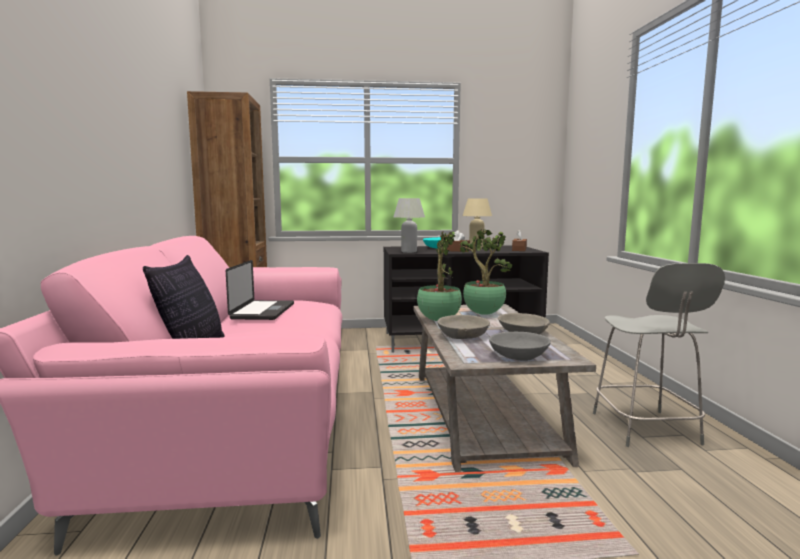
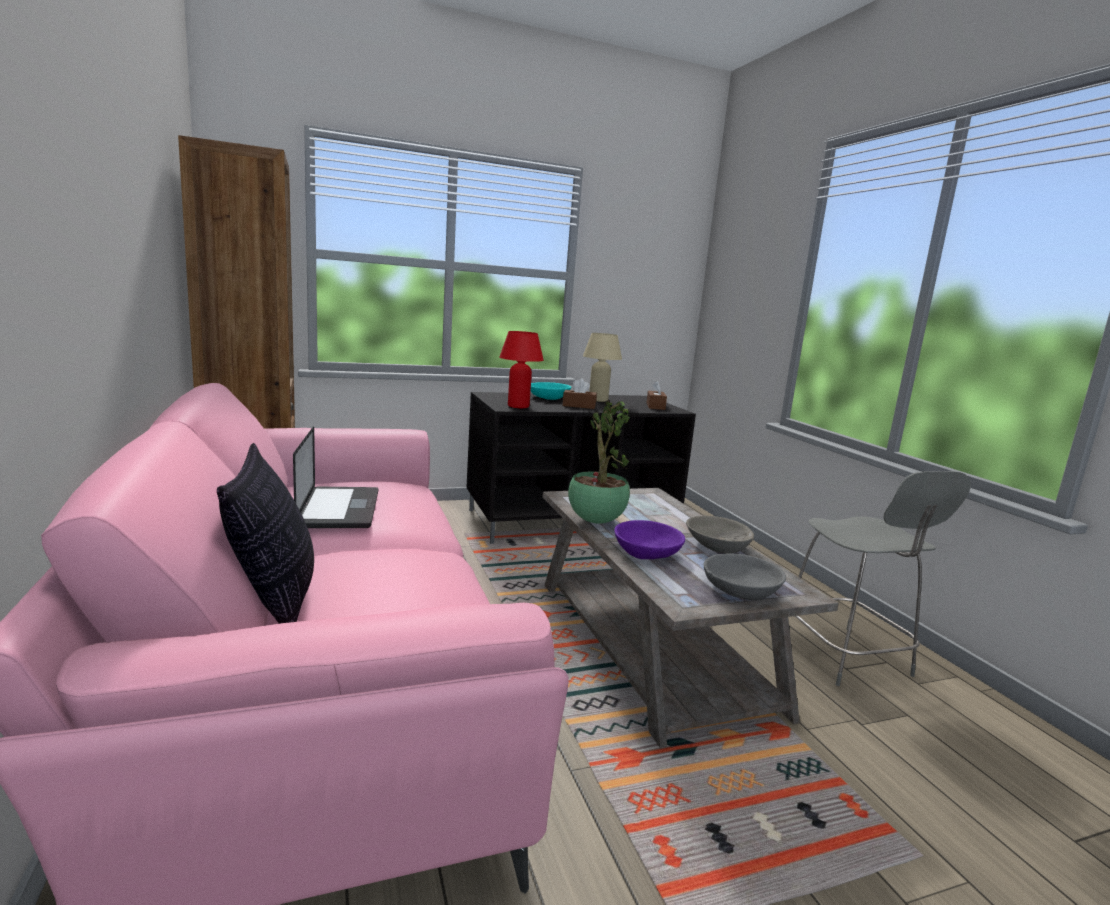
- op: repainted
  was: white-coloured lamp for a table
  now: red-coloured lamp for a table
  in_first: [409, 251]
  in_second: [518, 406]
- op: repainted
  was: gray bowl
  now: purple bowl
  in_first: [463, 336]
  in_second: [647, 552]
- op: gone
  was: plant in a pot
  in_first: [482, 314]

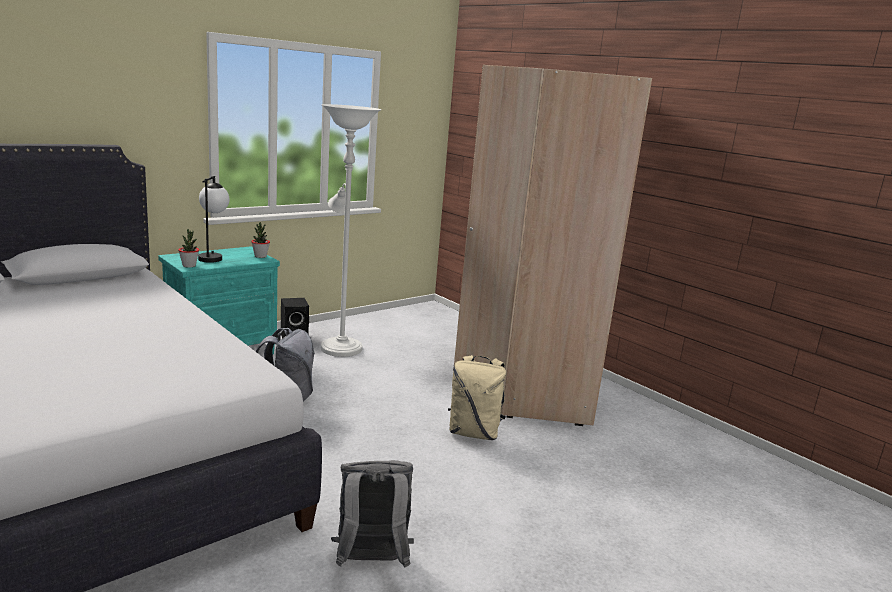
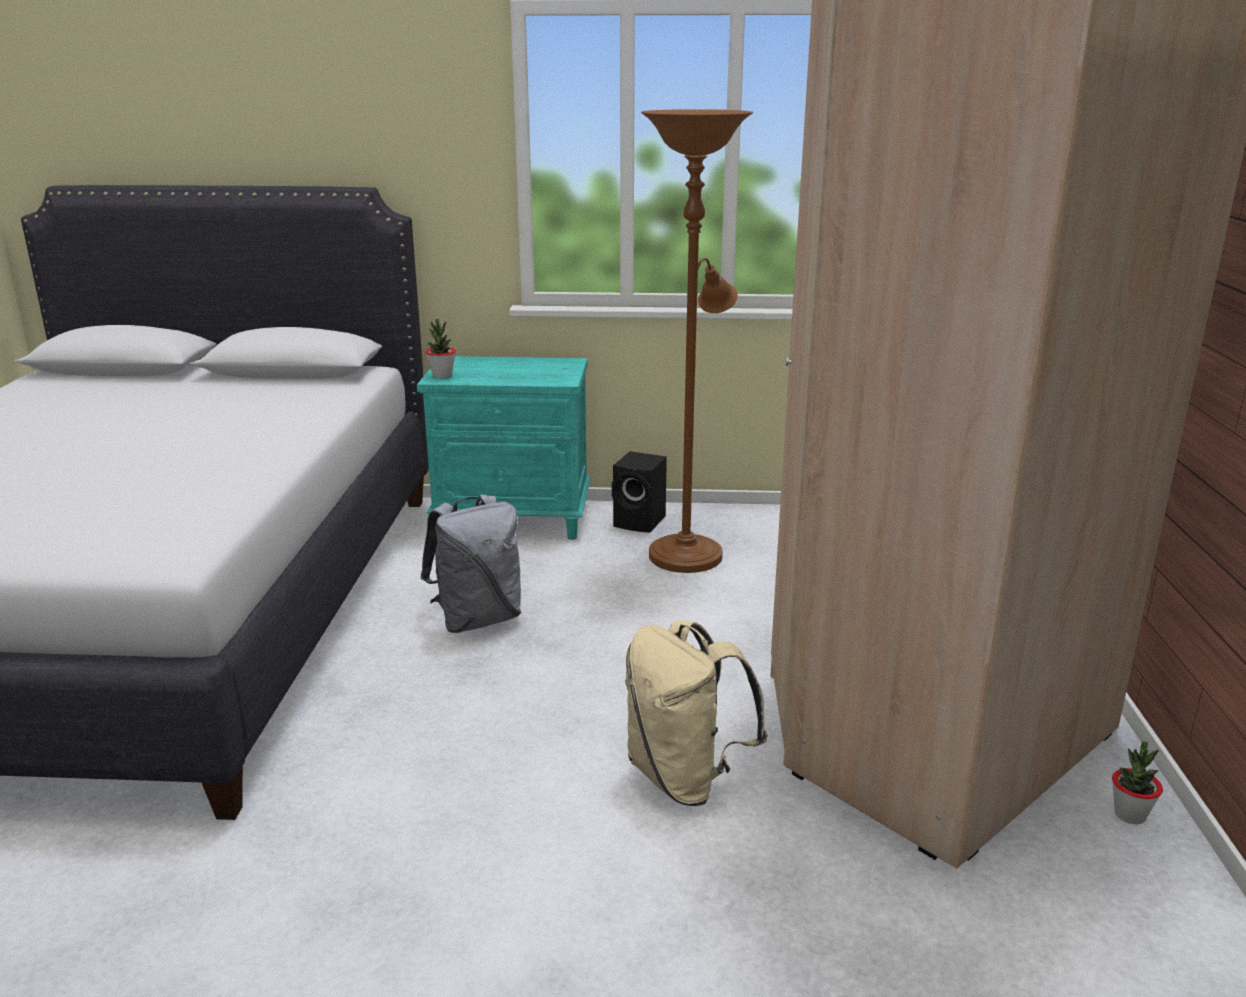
- op: repainted
  was: white-coloured standard lamp
  now: brown standard lamp
  in_first: [340, 346]
  in_second: [688, 552]
- op: shifted
  was: plant in a pot
  in_first: [260, 256]
  in_second: [1129, 815]
- op: gone
  was: lamp for a table
  in_first: [213, 257]
- op: gone
  was: gray backpack
  in_first: [371, 562]

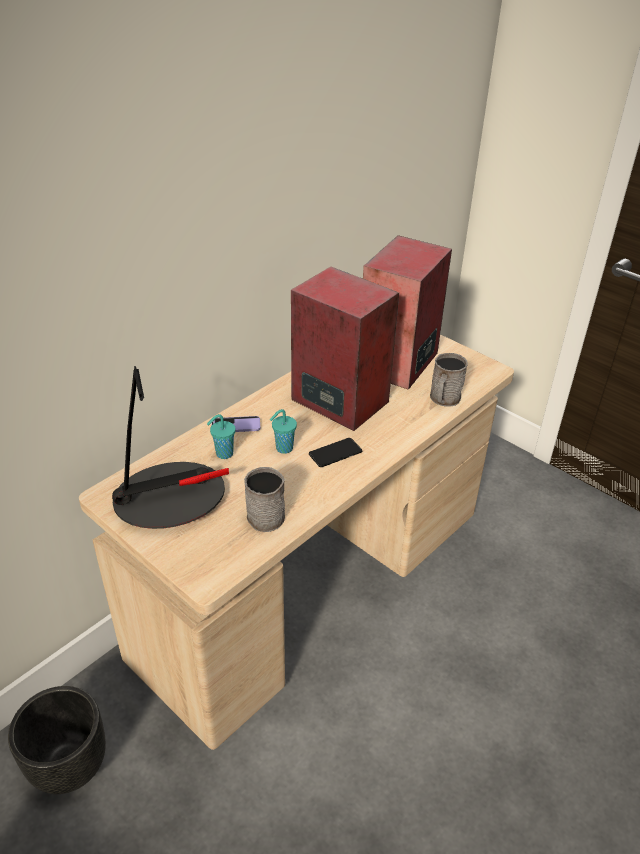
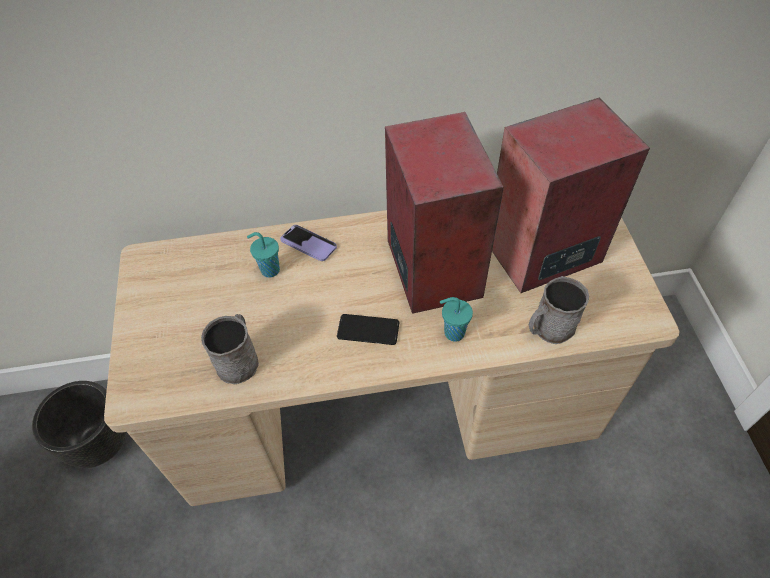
- op: shifted
  was: blue-green drinking cup
  in_first: [283, 448]
  in_second: [453, 333]
- op: gone
  was: lamp for a table
  in_first: [170, 498]

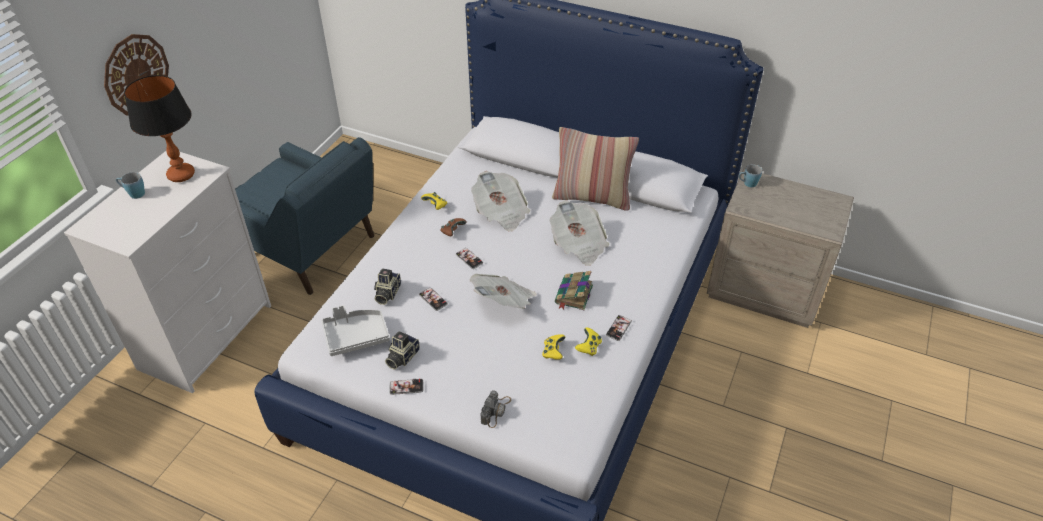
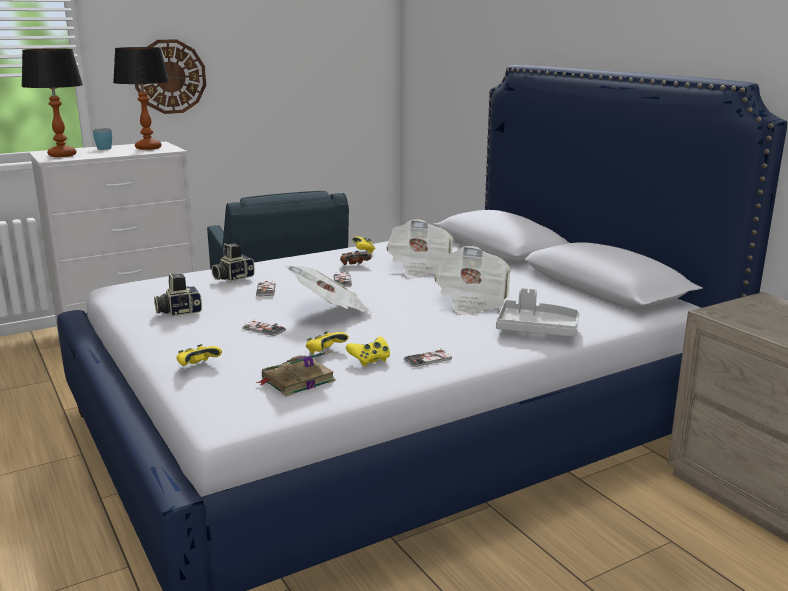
- op: new
  now: lamp for a table
  in_second: [62, 155]
- op: swapped
  was: photo camera
  now: yellow gamepad
  in_first: [496, 410]
  in_second: [198, 366]
- op: shifted
  was: phone
  in_first: [406, 387]
  in_second: [264, 329]
- op: shifted
  was: volume
  in_first: [573, 295]
  in_second: [296, 381]
- op: shifted
  was: gray serving tray
  in_first: [356, 336]
  in_second: [537, 329]
- op: gone
  was: pillow
  in_first: [592, 197]
- op: gone
  was: bluish tea mug
  in_first: [747, 184]

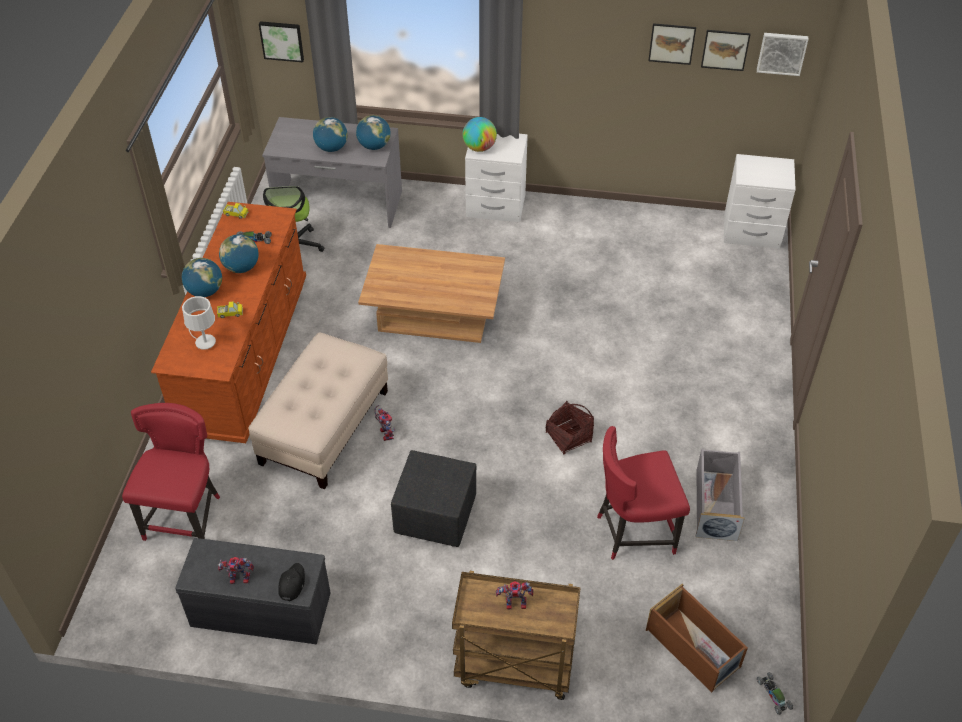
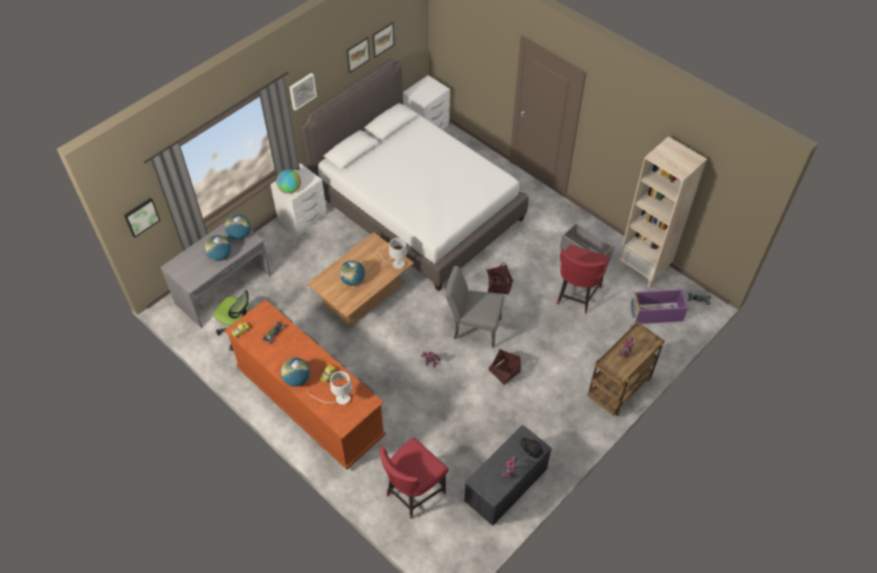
- op: shifted
  was: picture
  in_first: [782, 53]
  in_second: [302, 91]
- op: new
  now: white-coloured bedroom bed
  in_second: [418, 207]
- op: shifted
  was: globe
  in_first: [241, 268]
  in_second: [353, 280]
- op: new
  now: white-coloured lamp for a table
  in_second: [395, 263]
- op: rotated
  was: red-coloured upright chair
  in_first: [186, 517]
  in_second: [413, 493]
  clockwise: -90
- op: new
  now: gray upright chair
  in_second: [473, 328]
- op: swapped
  was: black footrest
  now: storage basket
  in_first: [435, 515]
  in_second: [504, 372]
- op: new
  now: sand-coloured bookcase
  in_second: [644, 268]
- op: repainted
  was: brown storage bin
  now: purple storage bin
  in_first: [693, 648]
  in_second: [656, 313]
- op: gone
  was: sand-coloured footrest
  in_first: [325, 427]

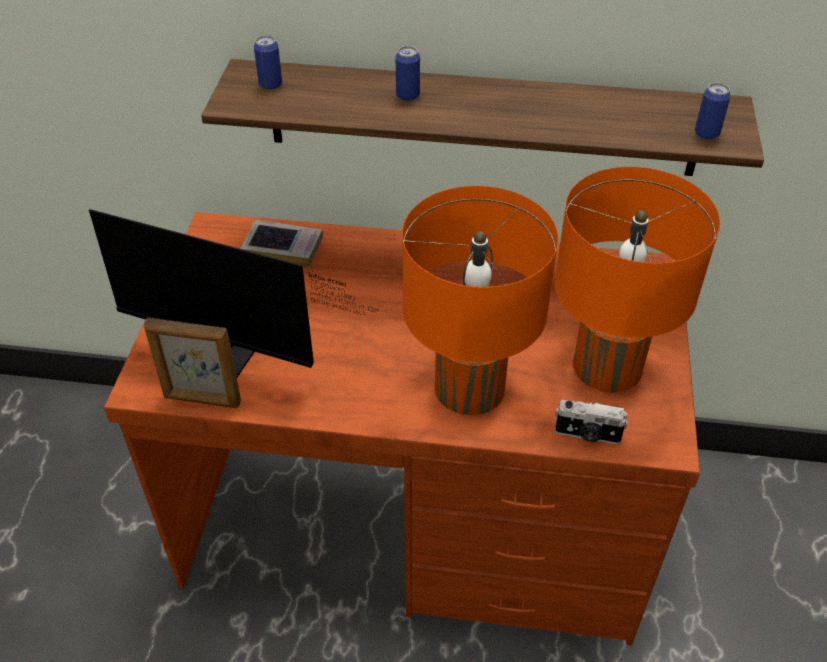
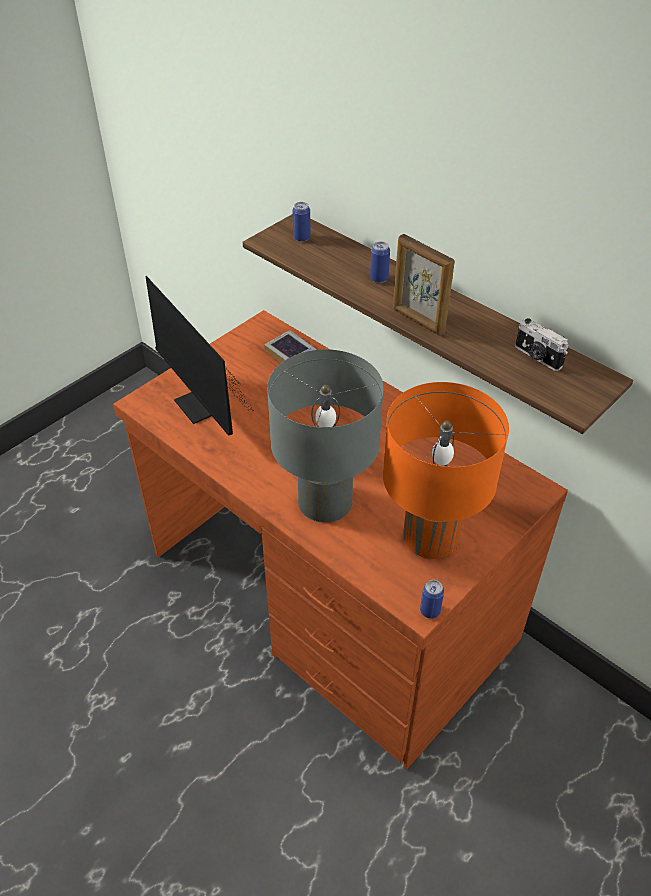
- op: repainted
  was: orange lamp for a table
  now: gray lamp for a table
  in_first: [469, 388]
  in_second: [325, 501]
- op: shifted
  was: photo frame
  in_first: [202, 400]
  in_second: [417, 321]
- op: shifted
  was: sealed can
  in_first: [706, 134]
  in_second: [430, 611]
- op: shifted
  was: photo camera
  in_first: [587, 435]
  in_second: [537, 357]

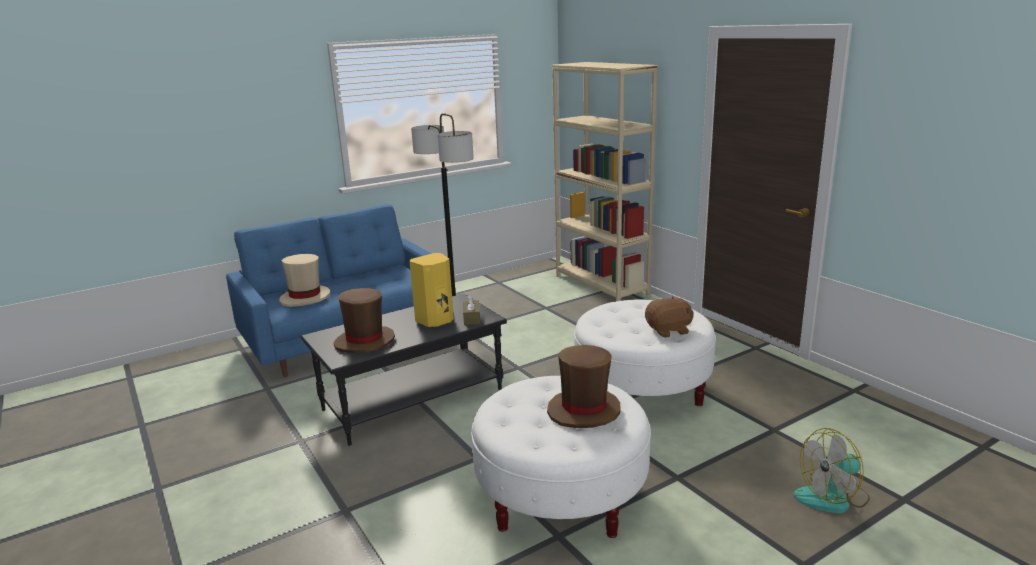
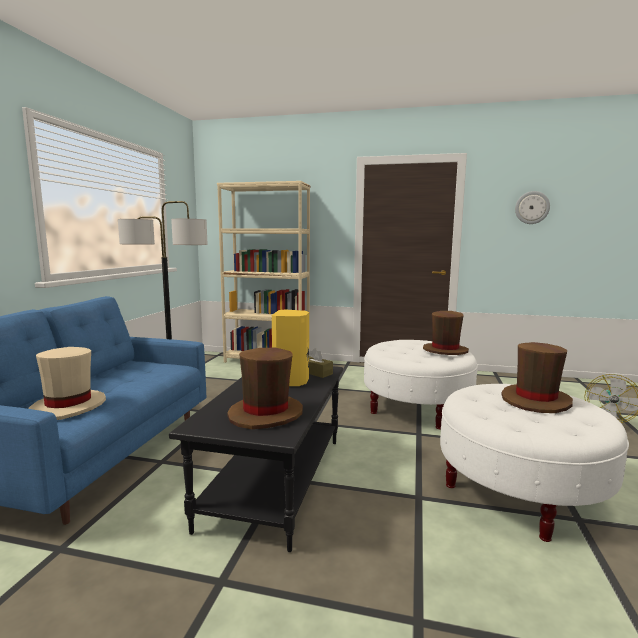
- op: swapped
  was: brown plush toy
  now: brown wearable hat
  in_first: [668, 330]
  in_second: [445, 351]
- op: new
  now: wall clock
  in_second: [532, 207]

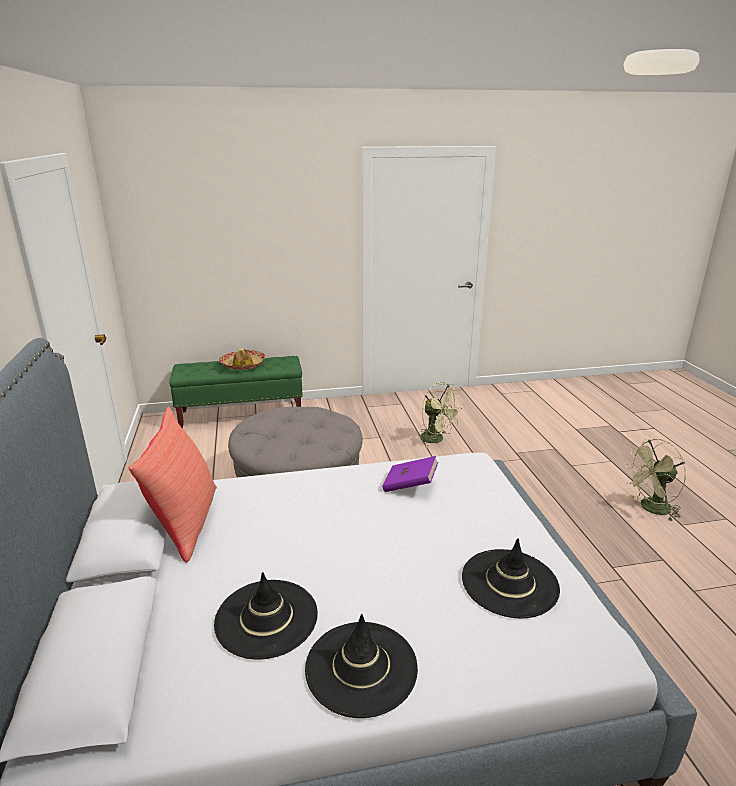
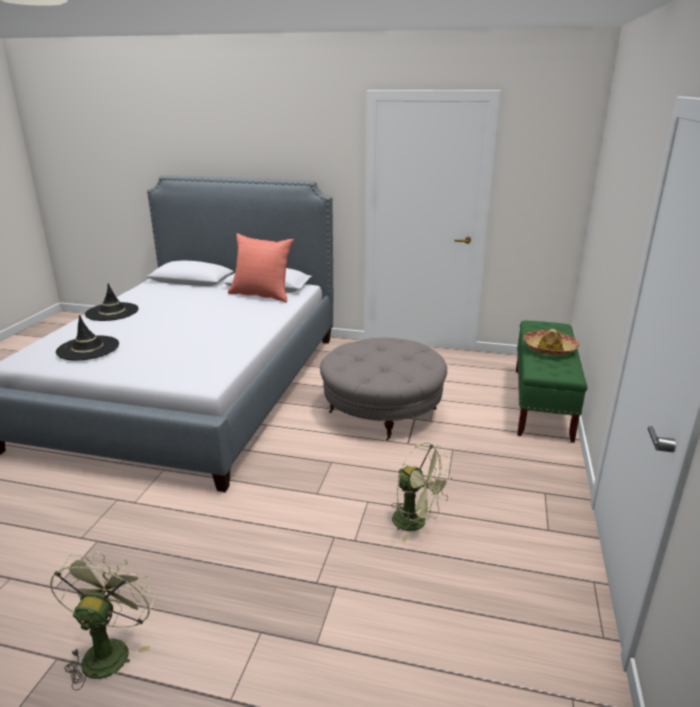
- op: rotated
  was: green fan
  in_first: [436, 439]
  in_second: [416, 523]
  clockwise: -120
- op: gone
  was: black wearable hat
  in_first: [266, 618]
- op: gone
  was: purple volume
  in_first: [410, 485]

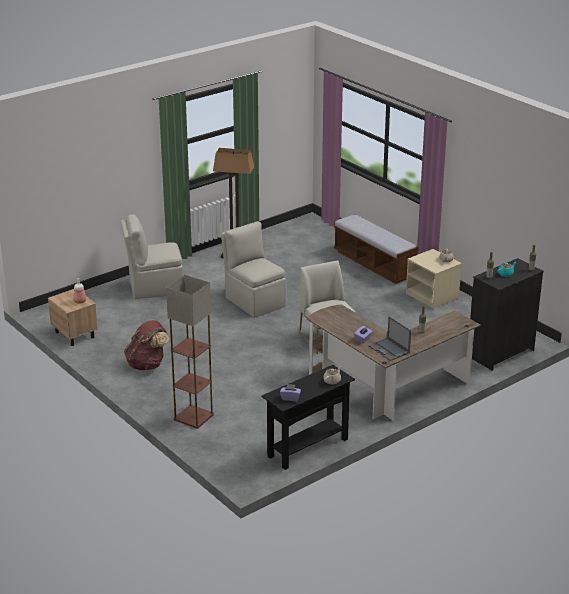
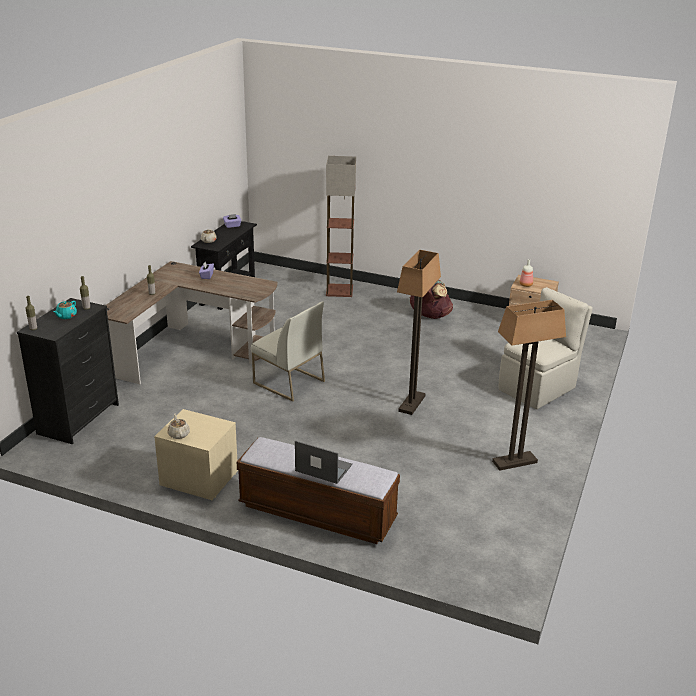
- op: shifted
  was: laptop
  in_first: [389, 349]
  in_second: [323, 468]
- op: swapped
  was: sand-coloured upright chair
  now: standard lamp
  in_first: [254, 301]
  in_second: [412, 404]

